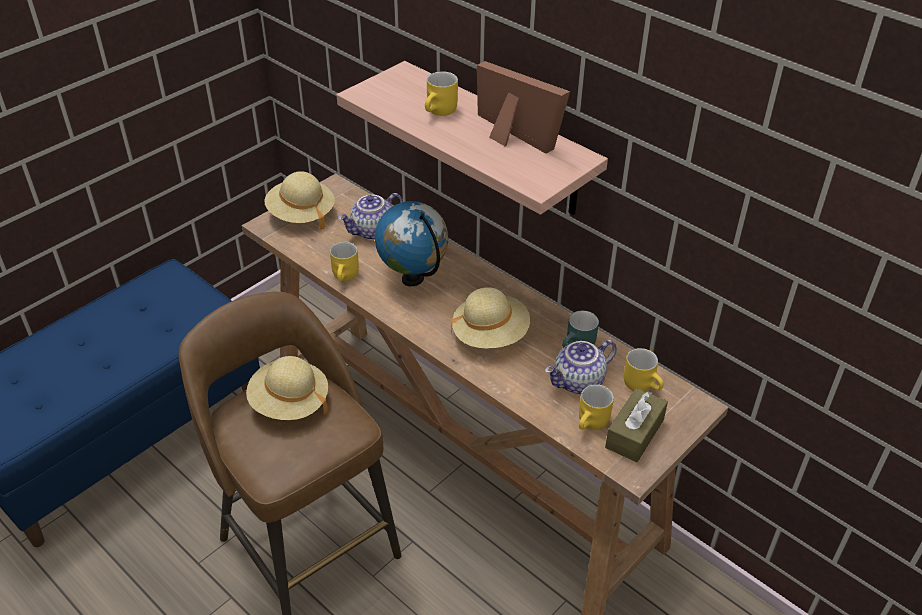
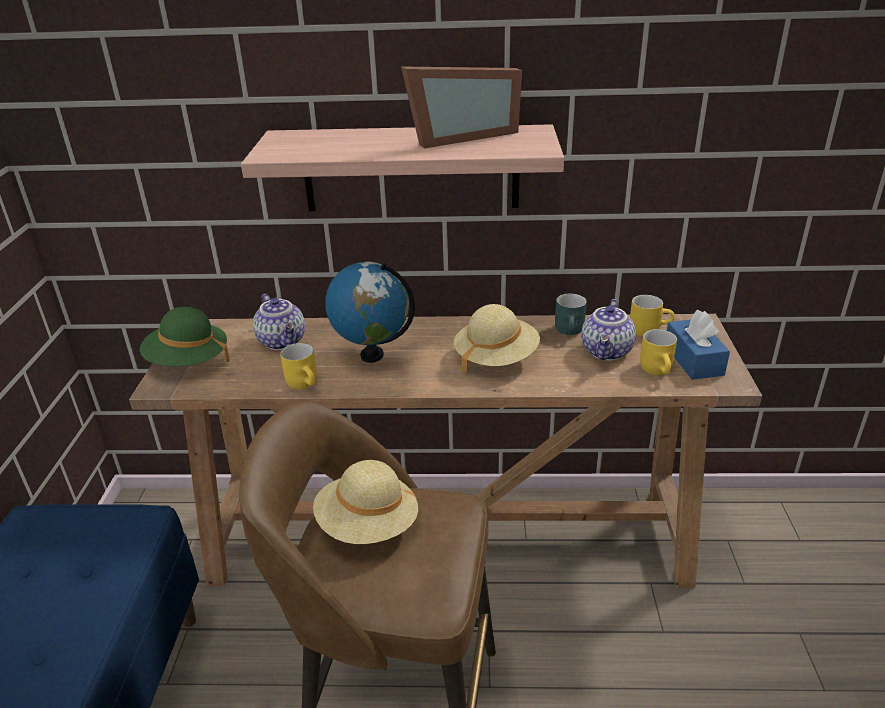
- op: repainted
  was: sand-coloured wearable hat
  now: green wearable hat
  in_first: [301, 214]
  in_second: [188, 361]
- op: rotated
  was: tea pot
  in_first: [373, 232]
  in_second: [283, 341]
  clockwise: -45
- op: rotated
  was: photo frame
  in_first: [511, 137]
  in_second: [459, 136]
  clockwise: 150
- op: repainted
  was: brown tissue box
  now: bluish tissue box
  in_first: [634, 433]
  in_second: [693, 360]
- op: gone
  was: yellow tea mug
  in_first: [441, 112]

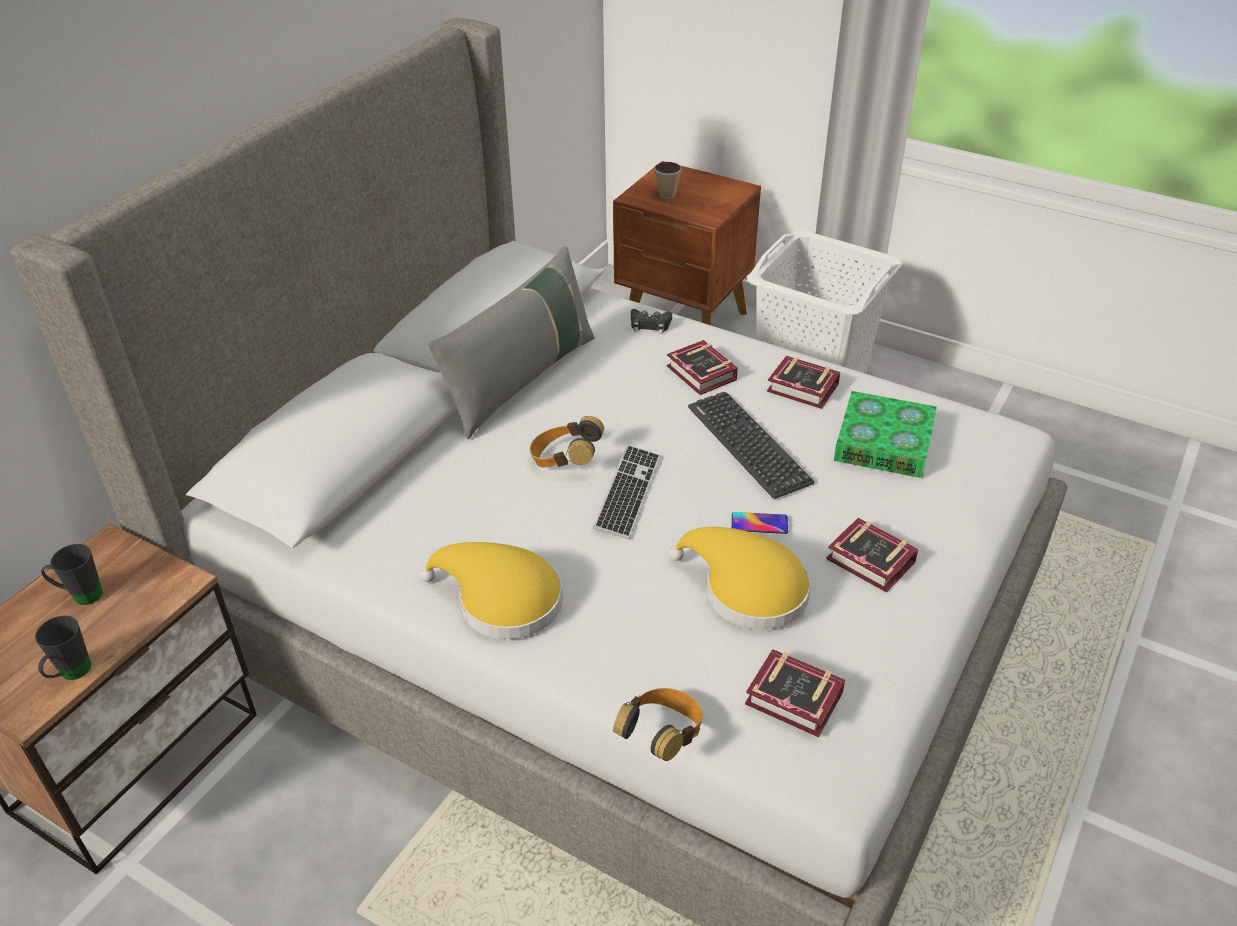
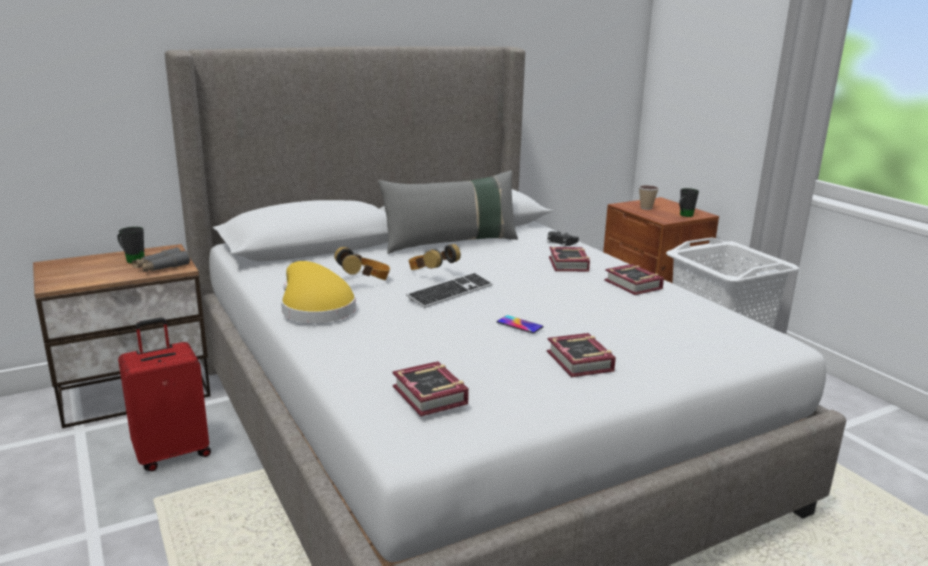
- op: new
  now: red-coloured piece of luggage
  in_second: [172, 453]
- op: new
  now: gray binoculars
  in_second: [161, 267]
- op: shifted
  was: headphones
  in_first: [662, 736]
  in_second: [364, 280]
- op: shifted
  was: black tea mug
  in_first: [71, 675]
  in_second: [684, 216]
- op: gone
  was: yellow wearable hat
  in_first: [747, 590]
- op: gone
  was: PC keyboard
  in_first: [748, 444]
- op: gone
  was: volume
  in_first: [884, 442]

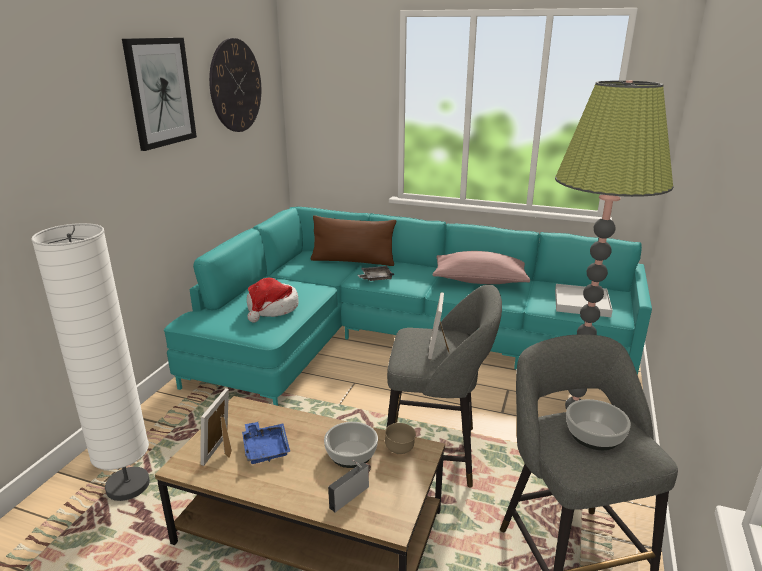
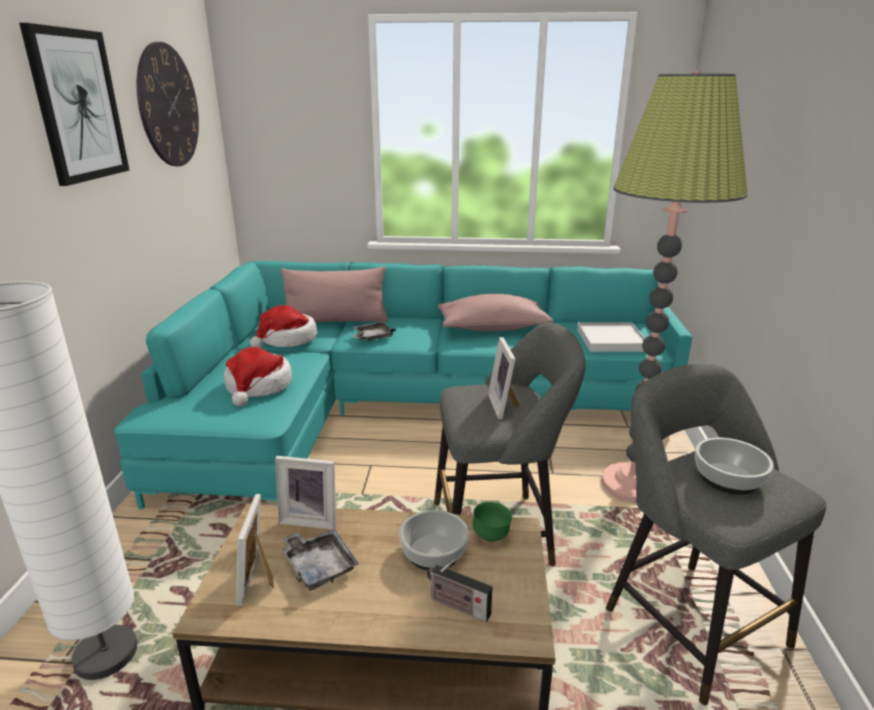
- op: new
  now: wearable hat
  in_second: [287, 340]
- op: new
  now: photo frame
  in_second: [311, 518]
- op: repainted
  was: brown pillow
  now: pink pillow
  in_first: [353, 261]
  in_second: [336, 321]
- op: repainted
  was: bluish serving tray
  now: gray serving tray
  in_first: [265, 448]
  in_second: [319, 566]
- op: rotated
  was: radio set
  in_first: [350, 495]
  in_second: [457, 606]
  clockwise: -90
- op: repainted
  was: brown bowl
  now: green bowl
  in_first: [400, 451]
  in_second: [491, 537]

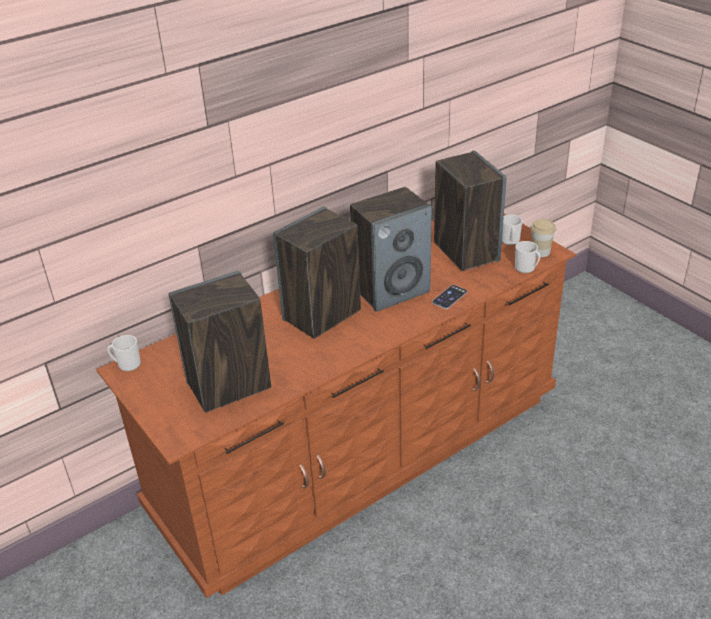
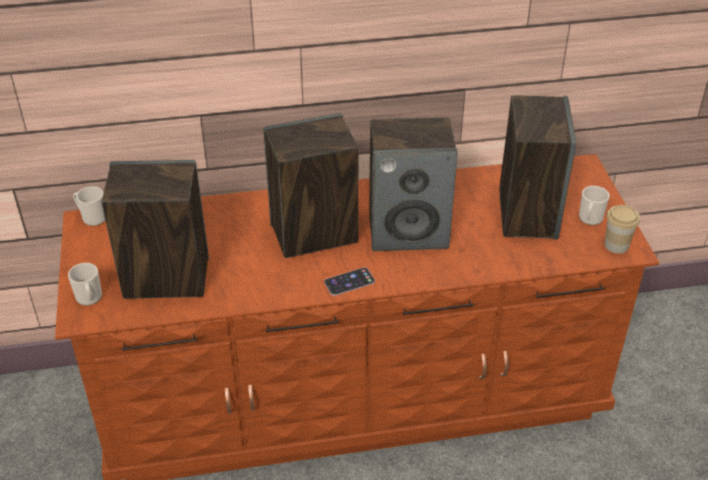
- op: shifted
  was: tea mug
  in_first: [526, 268]
  in_second: [89, 298]
- op: shifted
  was: phone
  in_first: [449, 297]
  in_second: [349, 282]

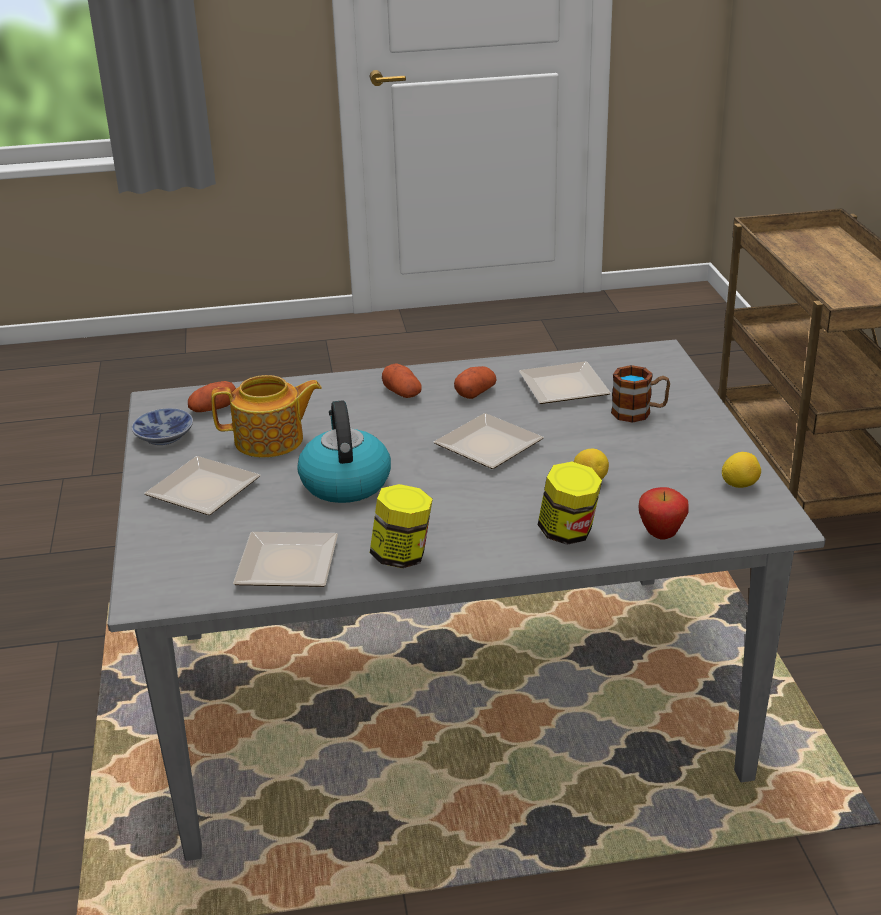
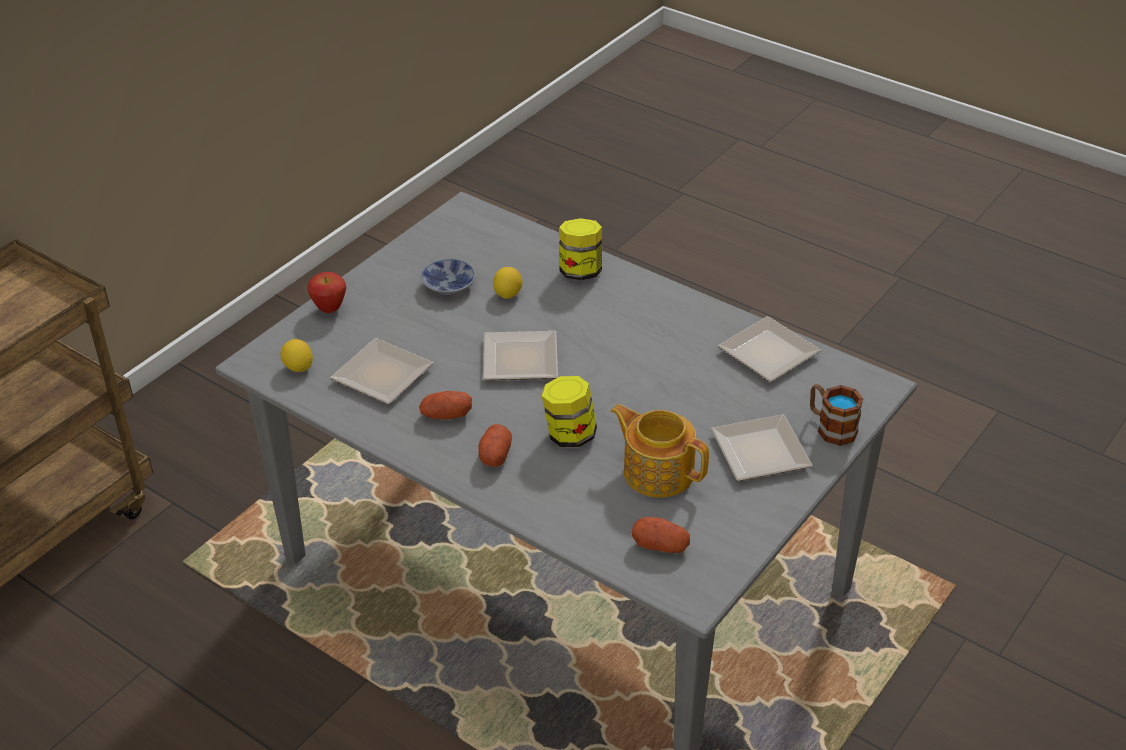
- op: shifted
  was: lemon
  in_first: [739, 485]
  in_second: [298, 367]
- op: shifted
  was: apple
  in_first: [661, 536]
  in_second: [330, 309]
- op: shifted
  was: bowl
  in_first: [164, 435]
  in_second: [447, 287]
- op: shifted
  was: preserve jar
  in_first: [402, 556]
  in_second: [569, 435]
- op: shifted
  was: tea mug
  in_first: [639, 412]
  in_second: [830, 427]
- op: gone
  was: tea kettle
  in_first: [344, 482]

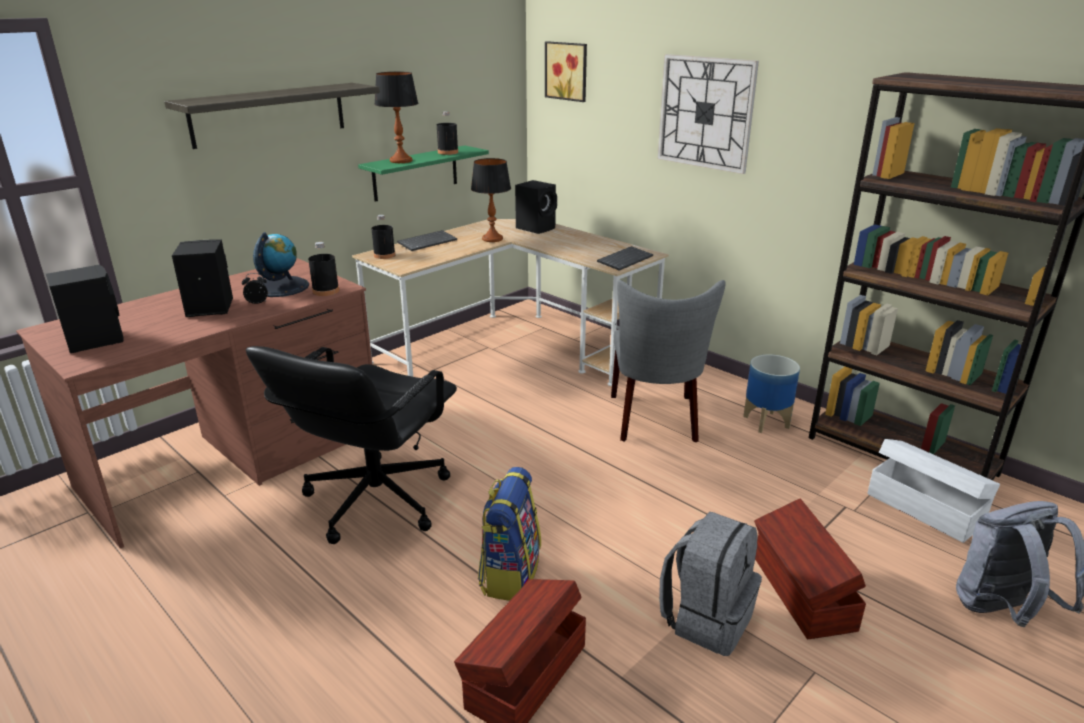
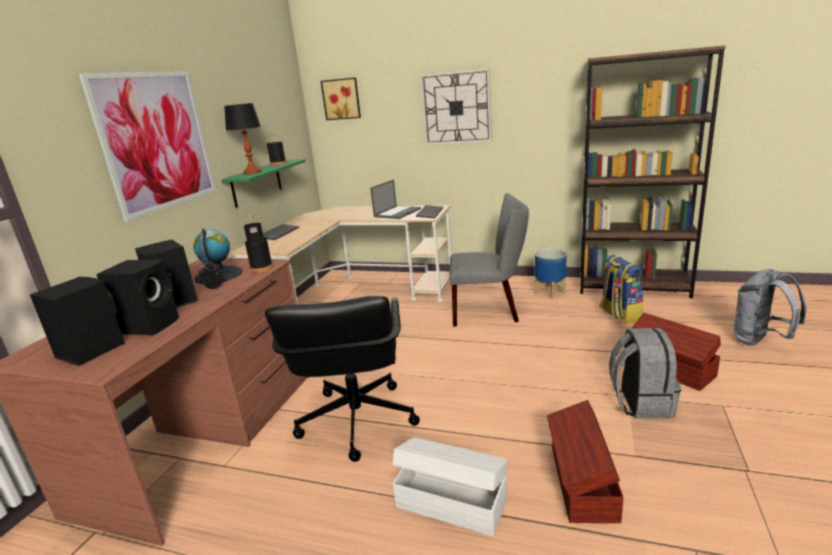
- op: swapped
  was: bracket shelf
  now: picture
  in_first: [269, 114]
  in_second: [156, 141]
- op: shifted
  was: black speaker
  in_first: [537, 228]
  in_second: [151, 325]
- op: new
  now: laptop
  in_second: [397, 212]
- op: shifted
  was: white-coloured storage bin
  in_first: [924, 507]
  in_second: [450, 502]
- op: rotated
  was: gray upright chair
  in_first: [655, 421]
  in_second: [489, 311]
  clockwise: -60
- op: shifted
  was: backpack
  in_first: [510, 574]
  in_second: [619, 315]
- op: gone
  was: lamp for a table
  in_first: [492, 239]

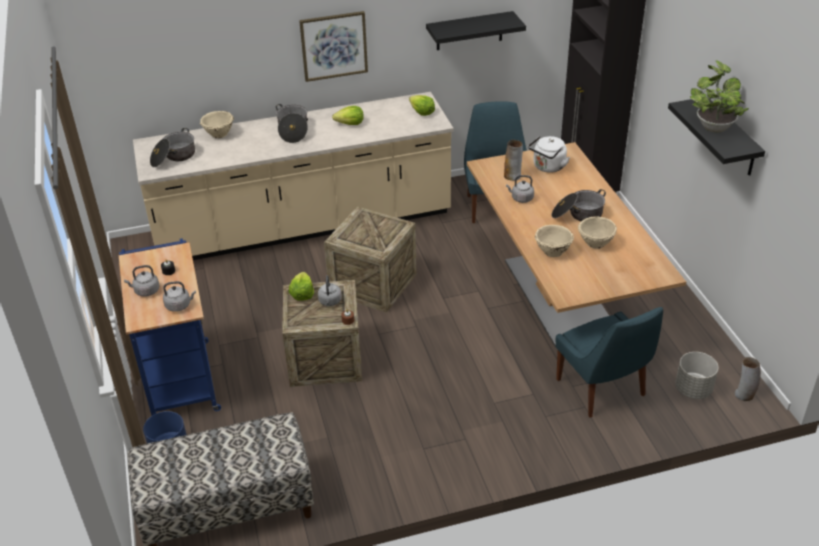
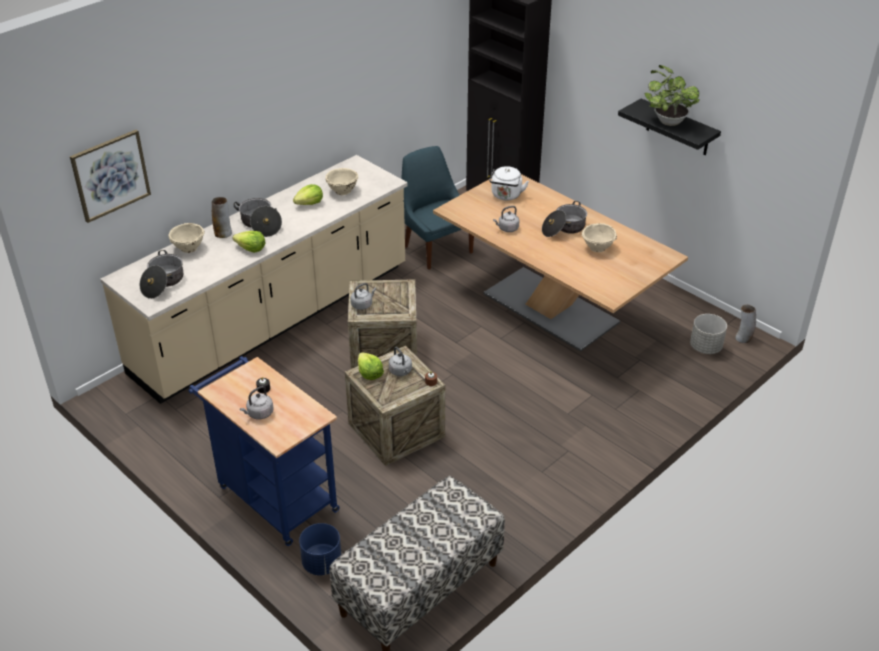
- op: shifted
  was: picture
  in_first: [334, 46]
  in_second: [110, 175]
- op: shifted
  was: decorative vase
  in_first: [512, 176]
  in_second: [223, 233]
- op: shifted
  was: lettuce
  in_first: [421, 112]
  in_second: [251, 249]
- op: shifted
  was: sand-coloured bowl
  in_first: [552, 251]
  in_second: [342, 191]
- op: shifted
  was: gray tea kettle
  in_first: [179, 305]
  in_second: [362, 304]
- op: gone
  was: black bracket shelf
  in_first: [469, 31]
- op: gone
  was: bluish upright chair
  in_first: [602, 389]

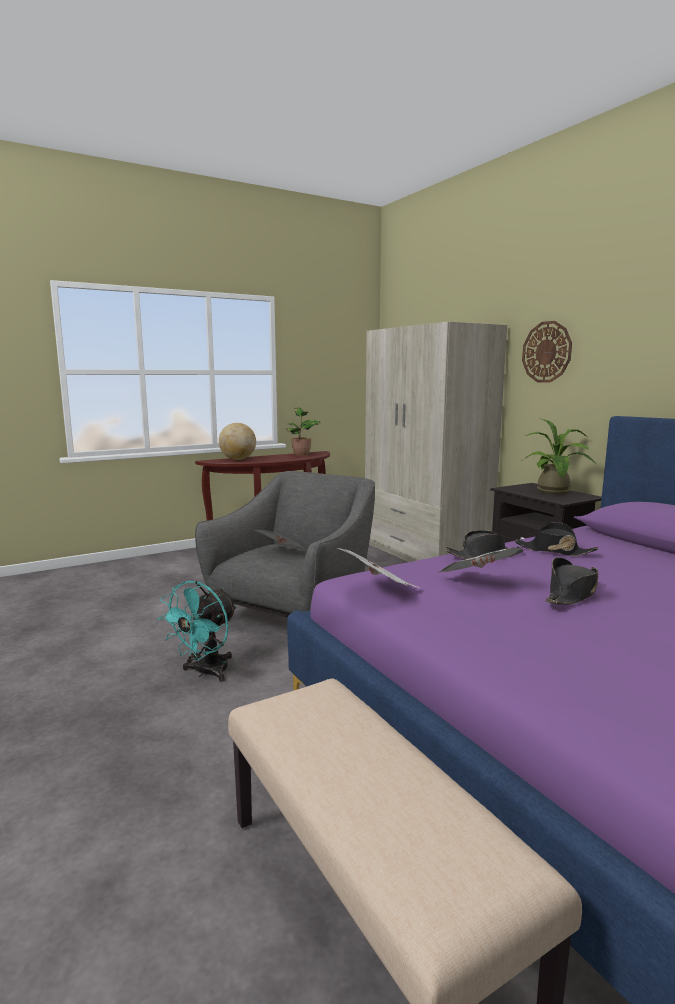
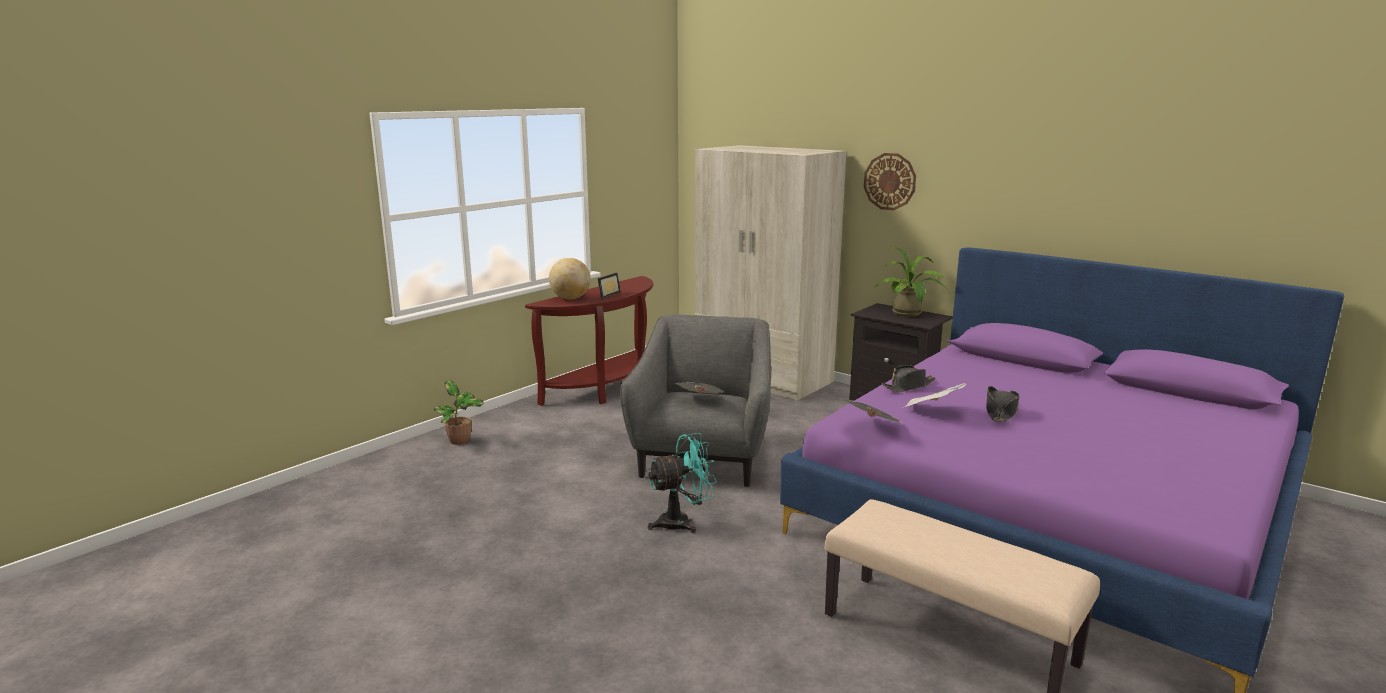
- op: shifted
  was: plant in a pot
  in_first: [302, 454]
  in_second: [460, 441]
- op: new
  now: photo frame
  in_second: [606, 294]
- op: rotated
  was: blue-green fan
  in_first: [205, 673]
  in_second: [682, 522]
  clockwise: -120
- op: gone
  was: black wearable hat
  in_first: [554, 551]

